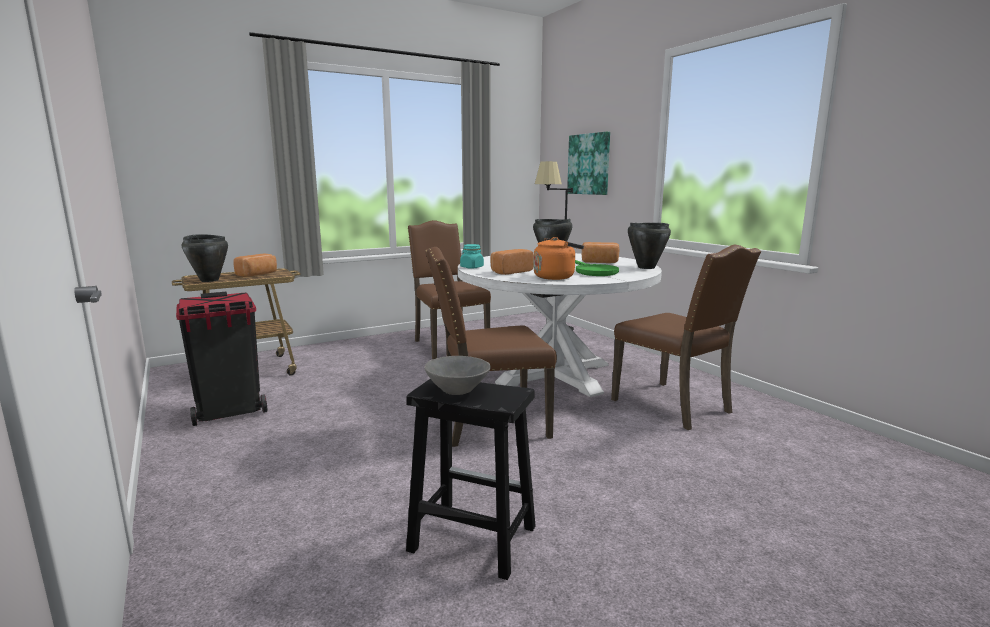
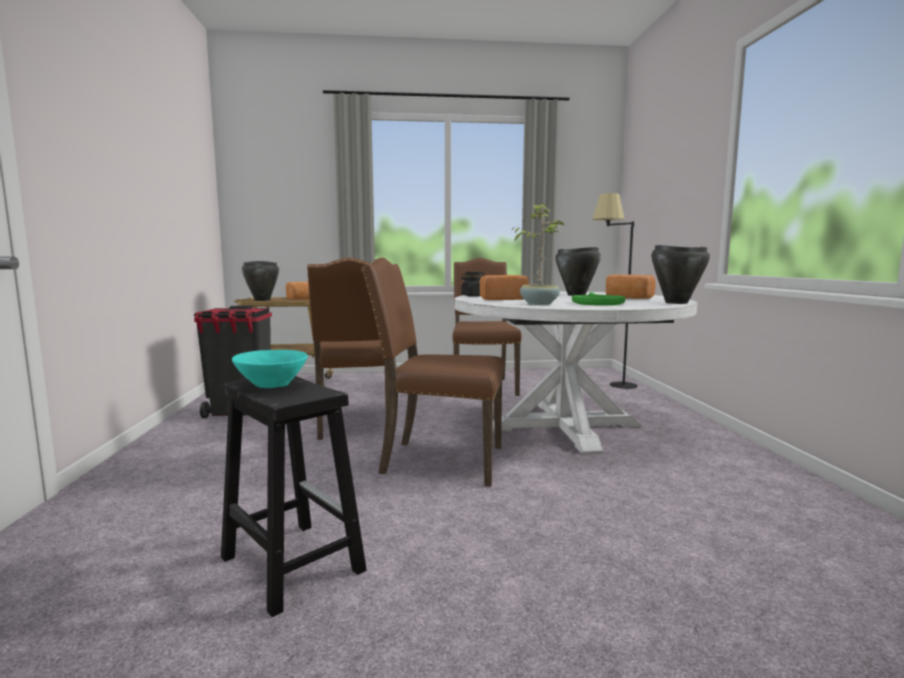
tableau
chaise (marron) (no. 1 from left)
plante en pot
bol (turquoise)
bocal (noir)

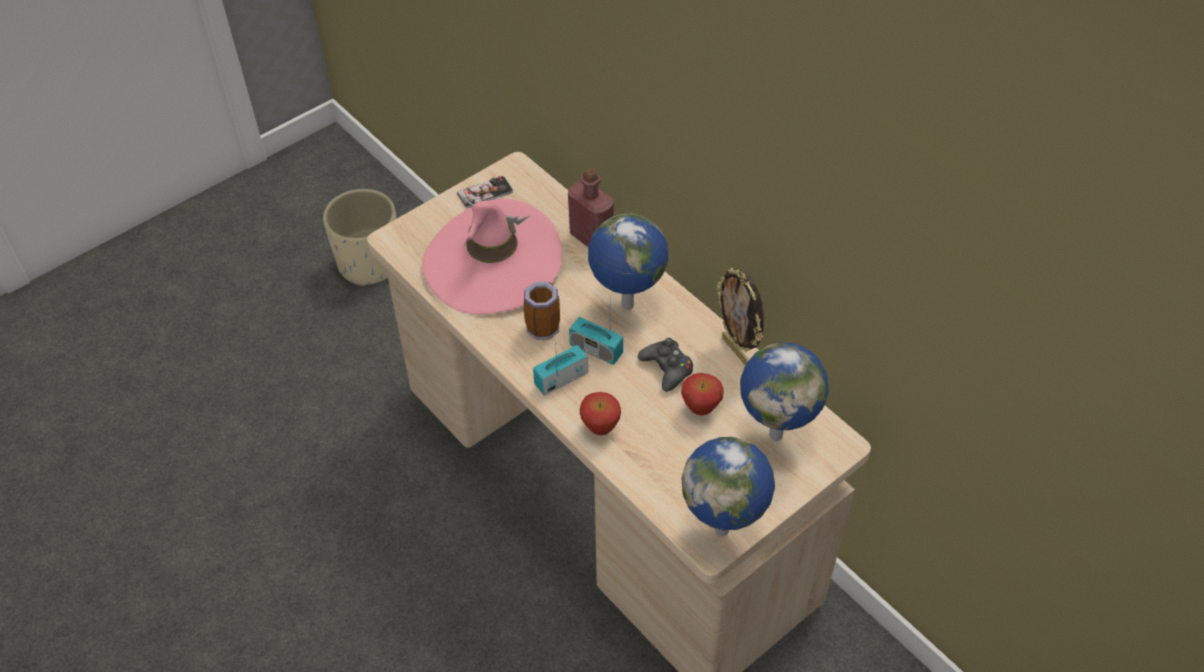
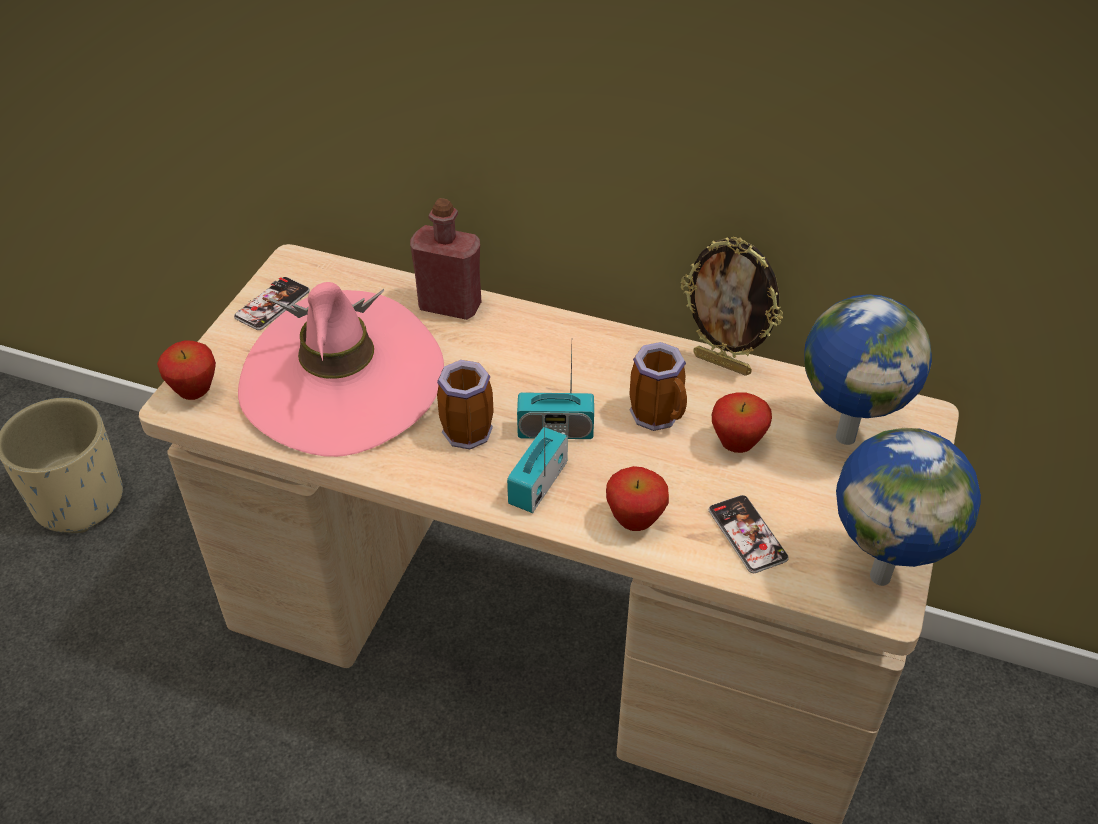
globe (no. 1 from left in the first image)
pomme (no. 1 from left)
téléphone (no. 2 from left)
mug (no. 2 from left)

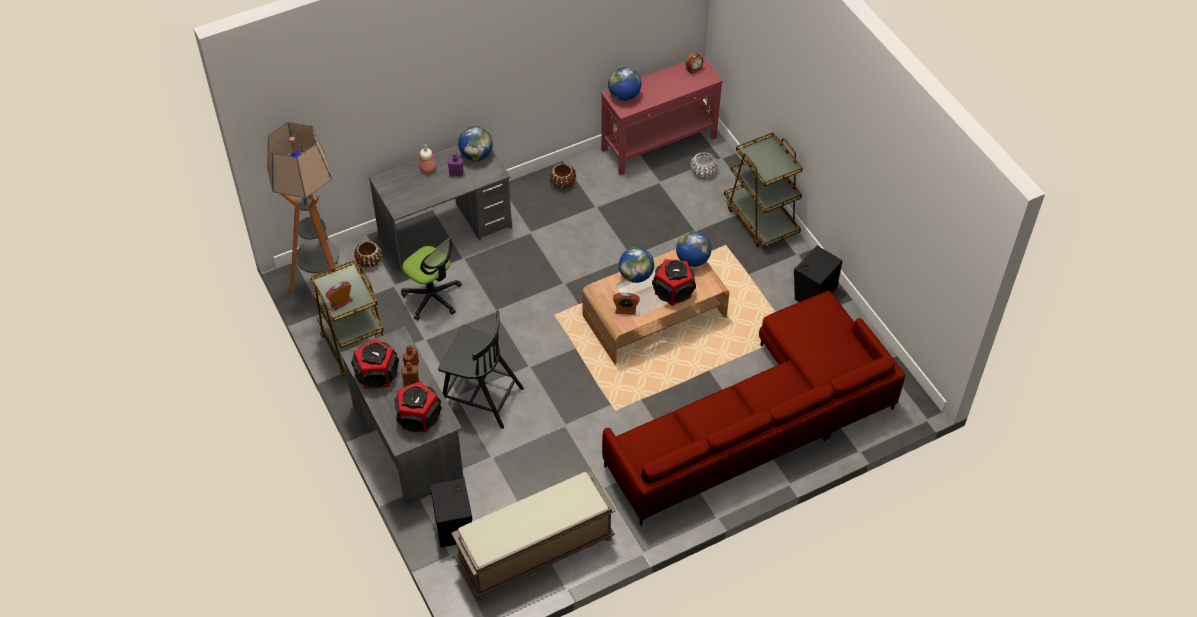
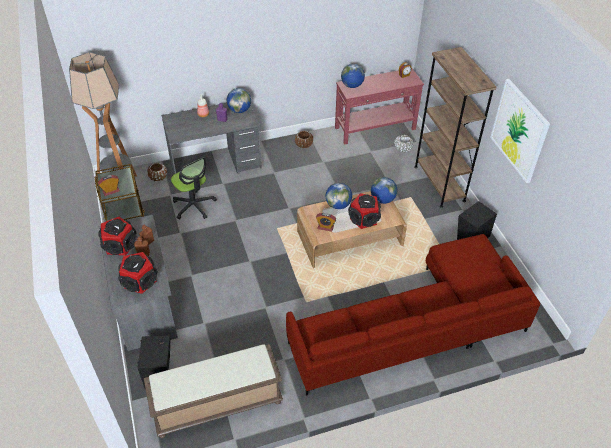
chaise (noir)
tableau
bibliothèque (marron)

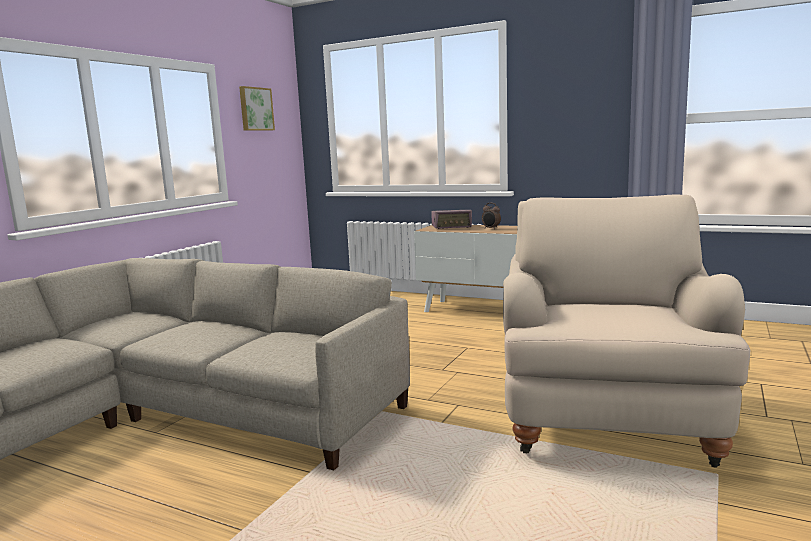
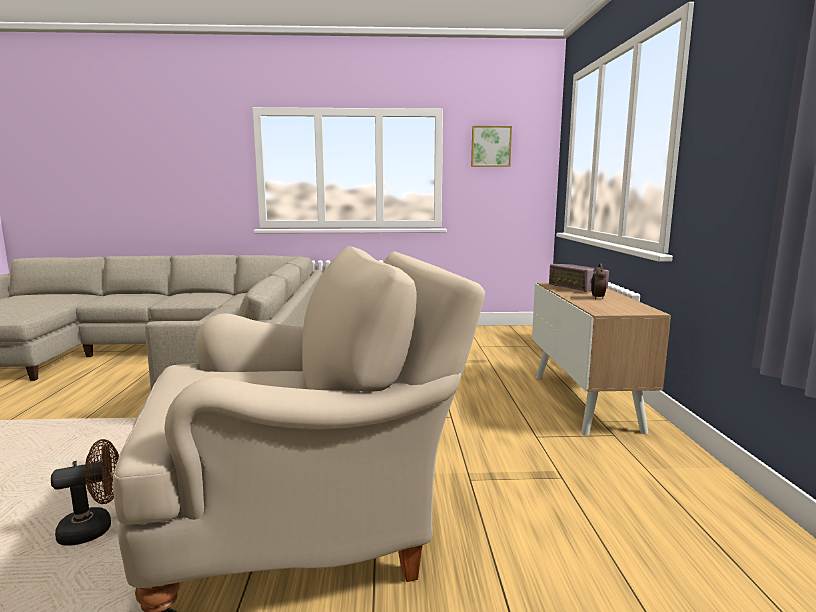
ventilateur (marron)

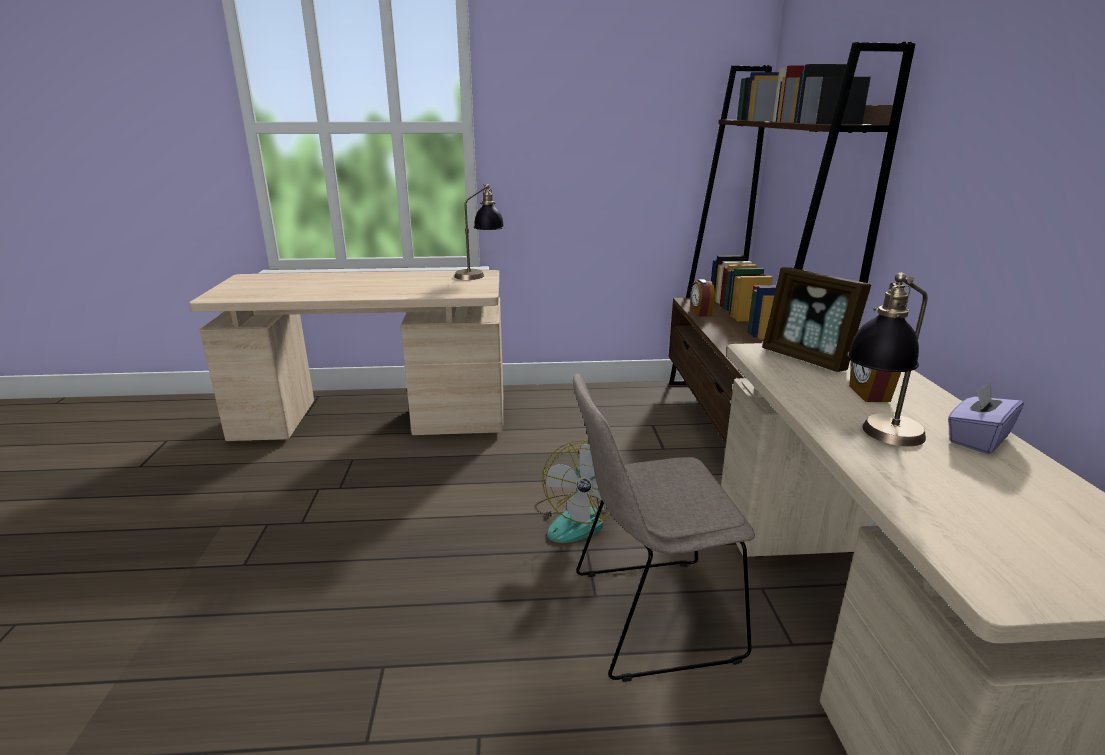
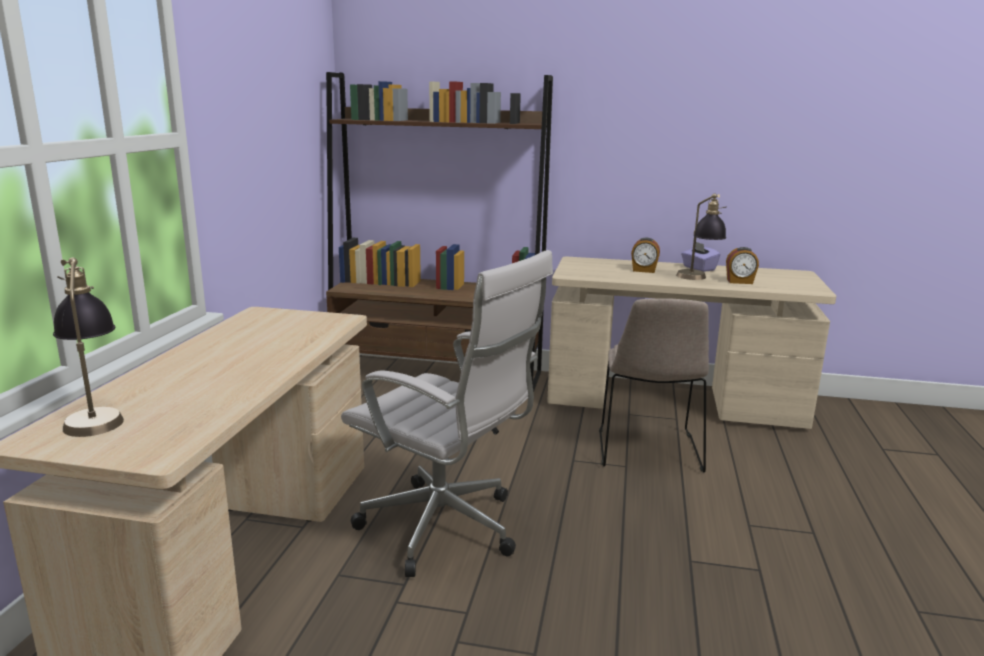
ventilateur
cadre photo
chaise de bureau (blanc)
lampe de table (no. 1 from left)
réveil (no. 2 from left)

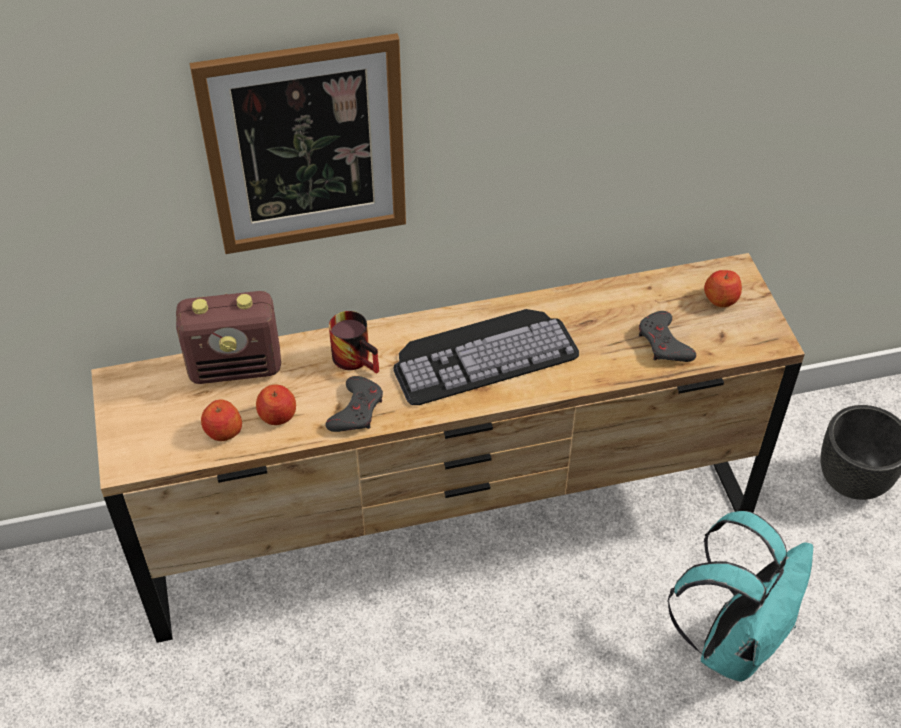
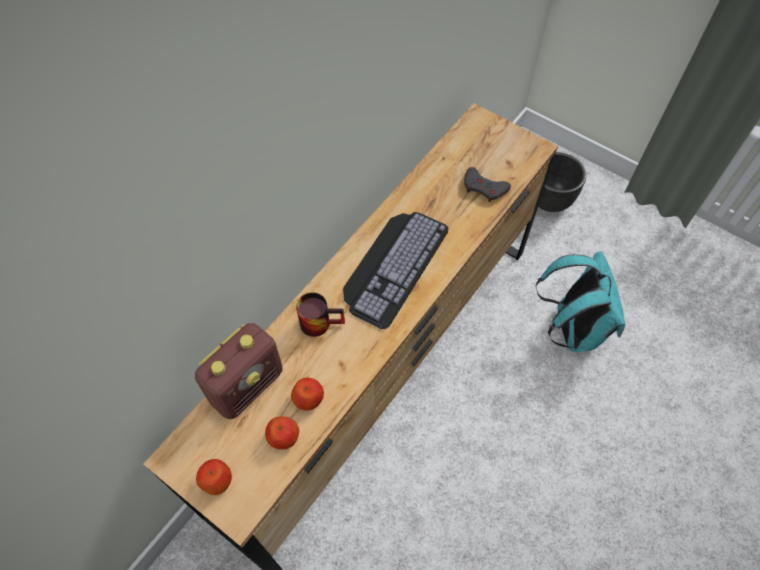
tableau
manette (gris) (no. 1 from left in the first image)
pomme (no. 1 from left)

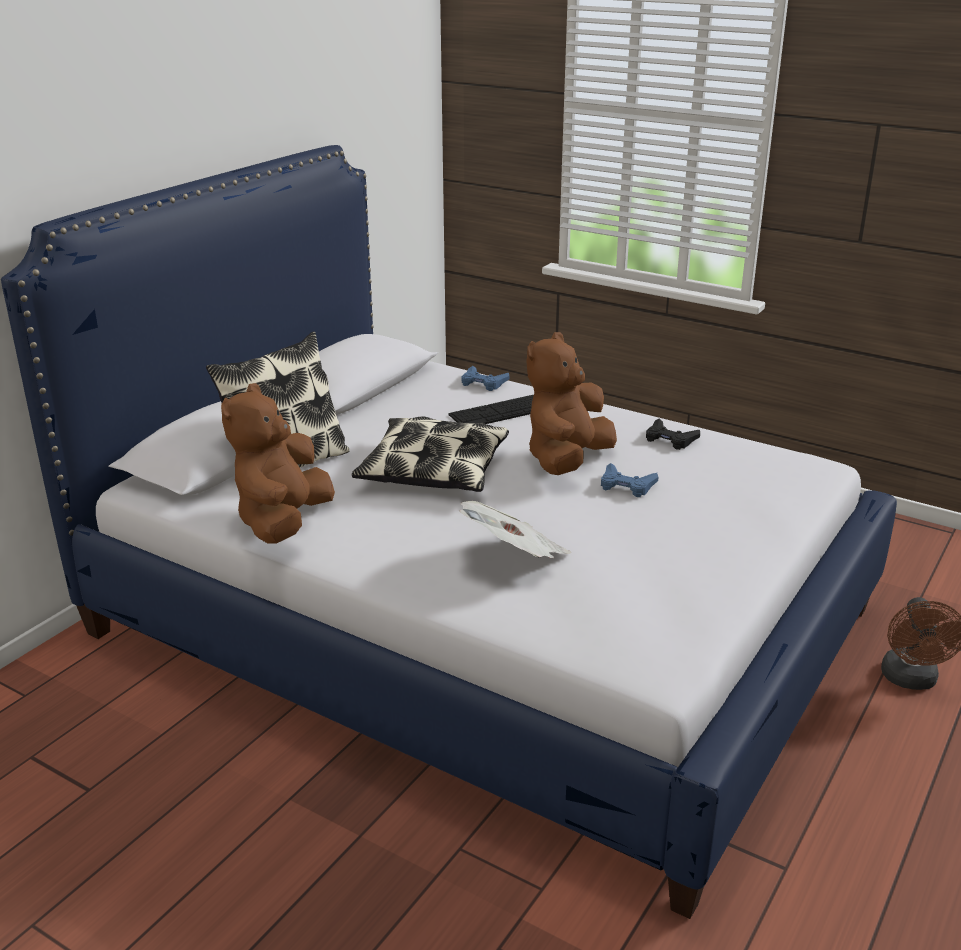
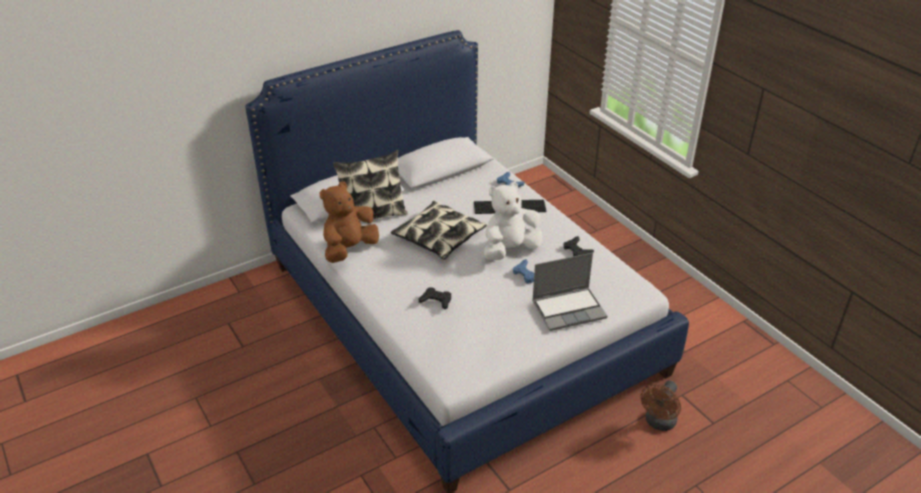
ordinateur portable
manette (noir) (no. 1 from left)
peluche (blanc)

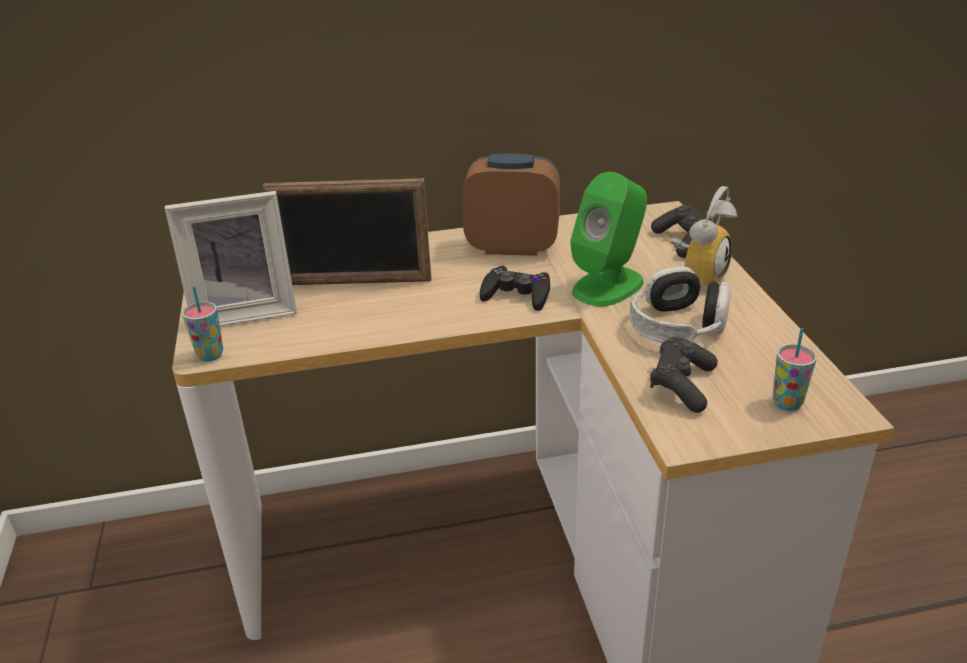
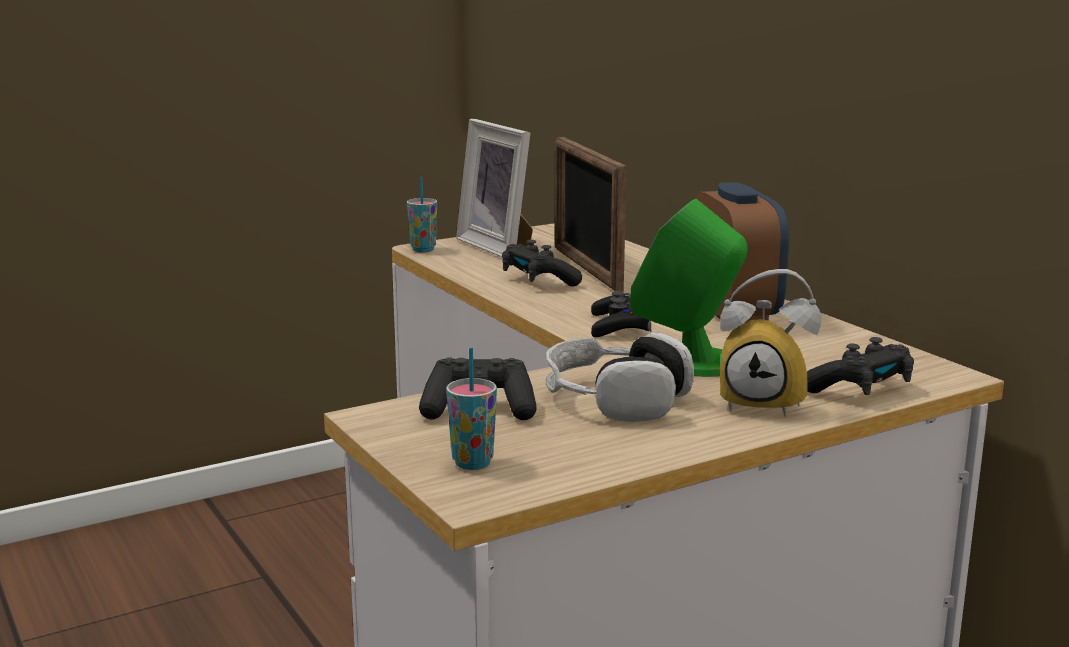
manette (noir) (no. 2 from left)

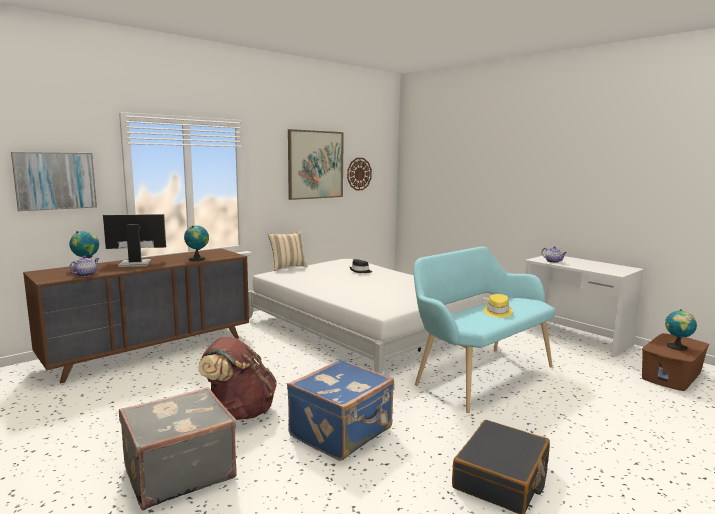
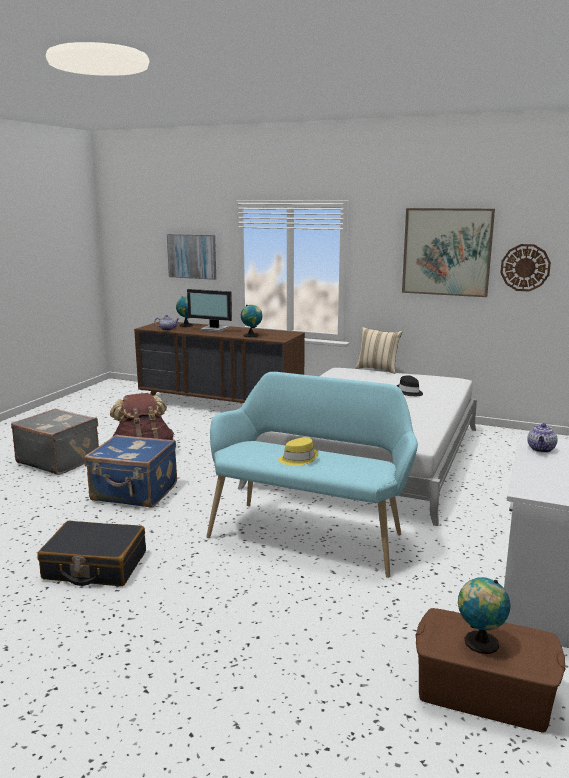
écran d'ordinateur

